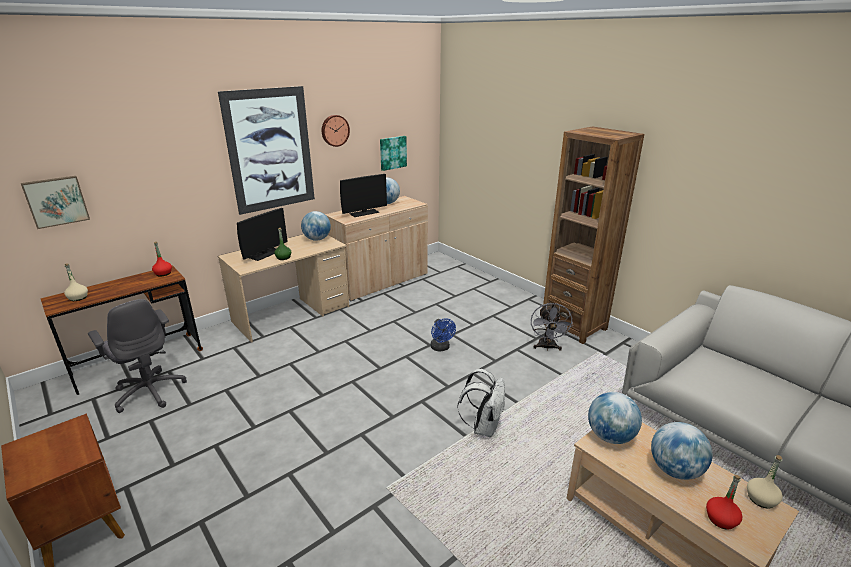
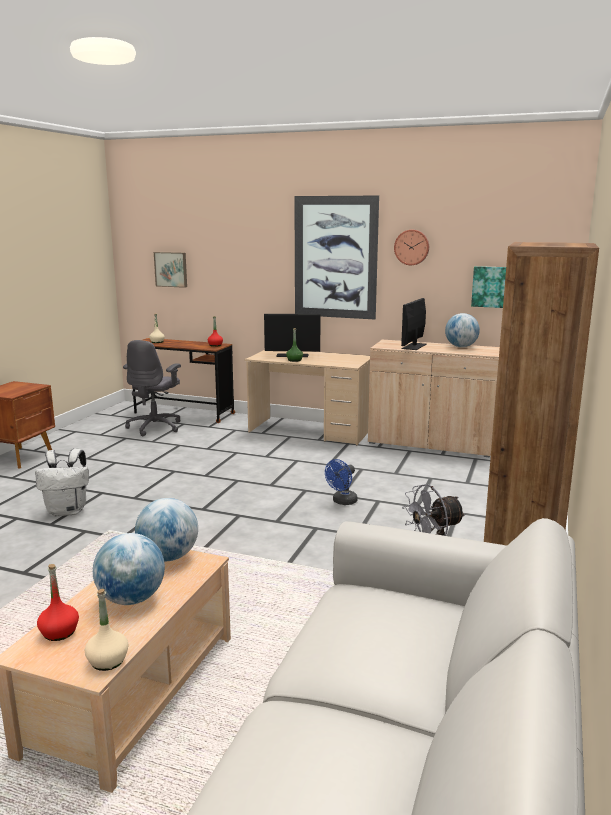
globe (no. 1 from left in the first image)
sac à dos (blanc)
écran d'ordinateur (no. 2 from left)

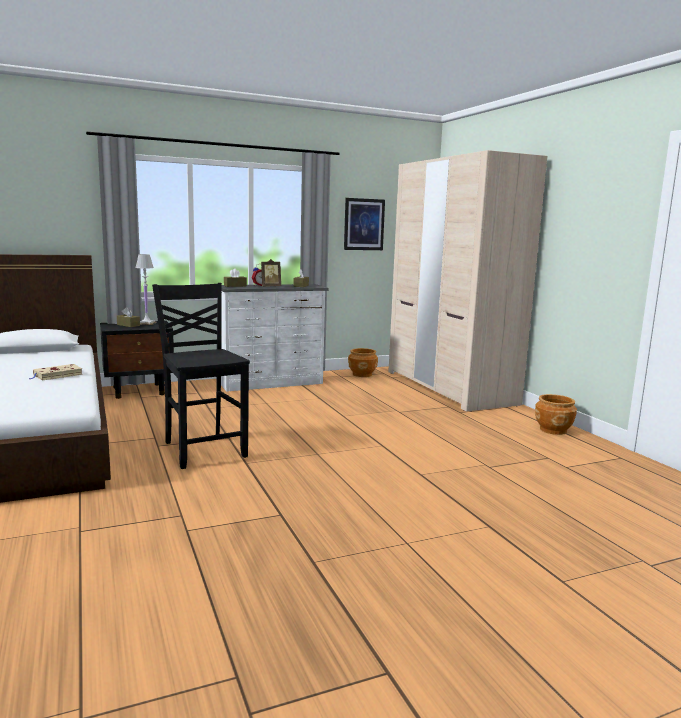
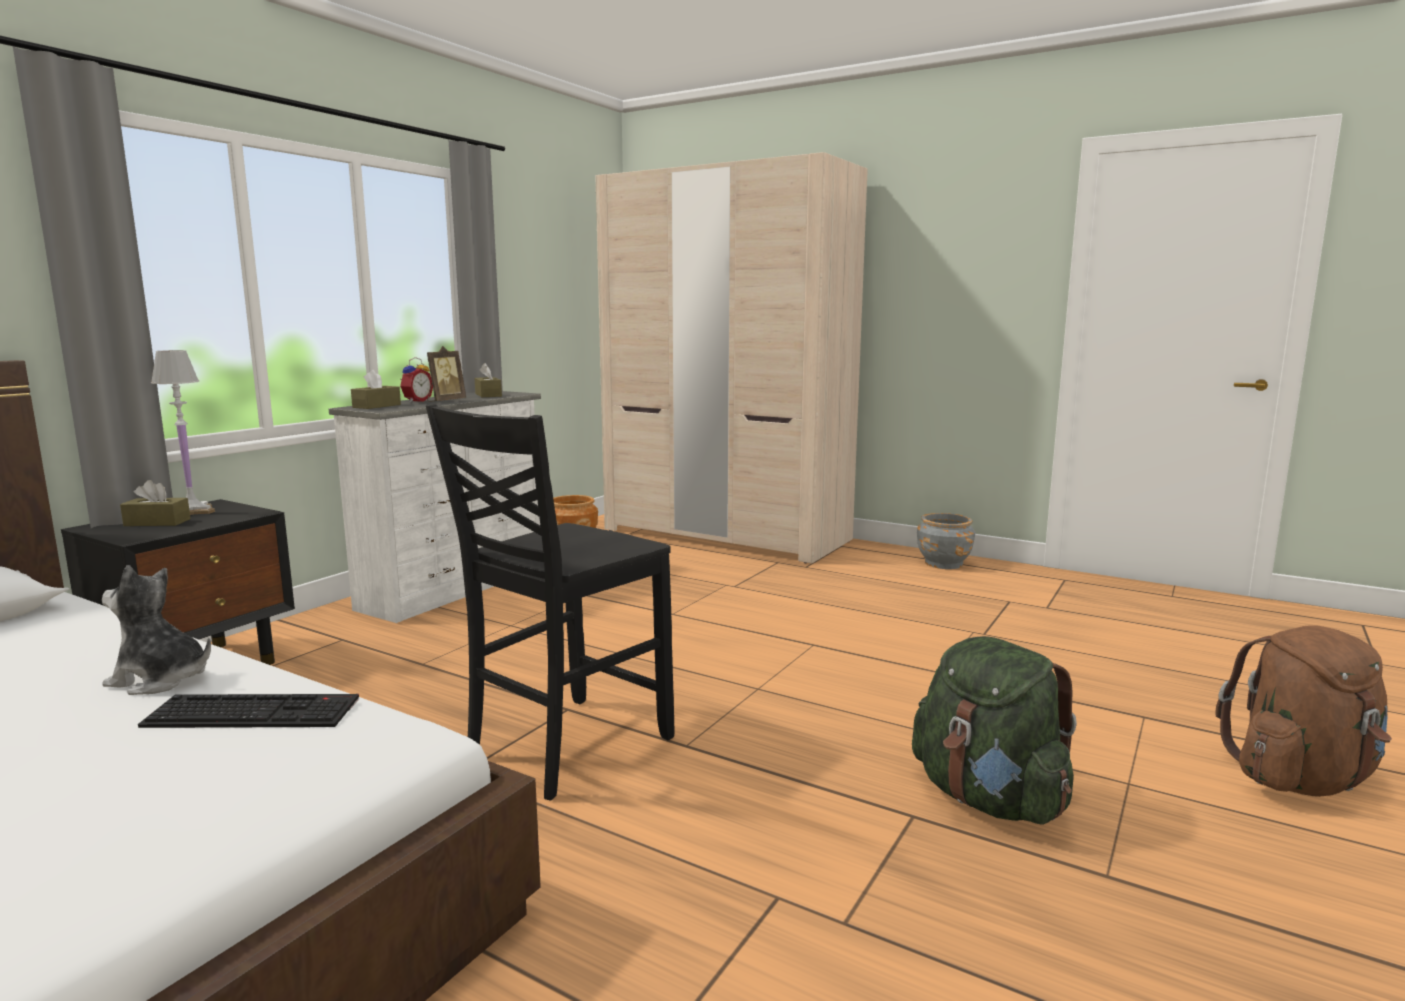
tableau
clavier
sac à dos (vert)
sac à dos (marron)
peluche
cache-pot (gris)
chaise (noir)

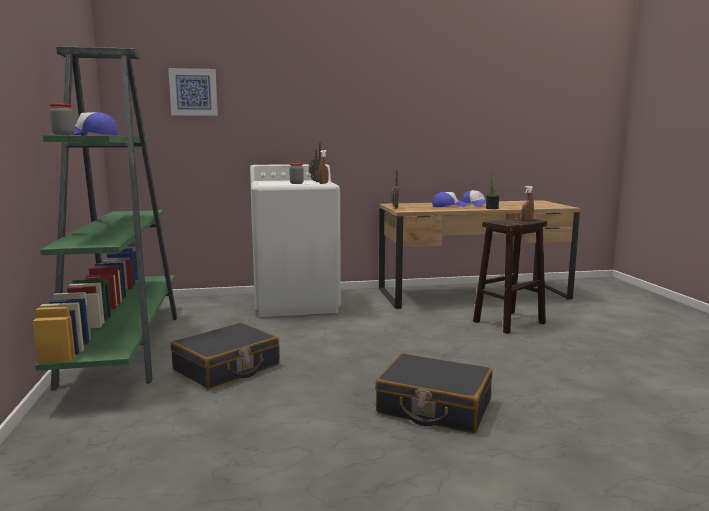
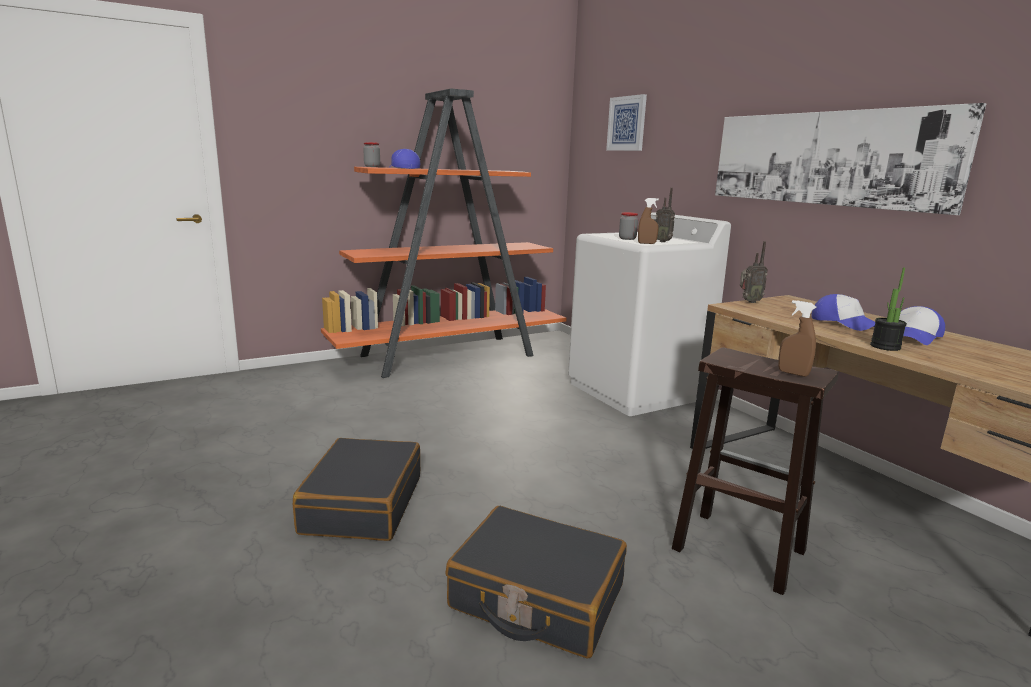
tableau (no. 2 from left)
valise (noir) (no. 2 from left)
bibliothèque (orange)

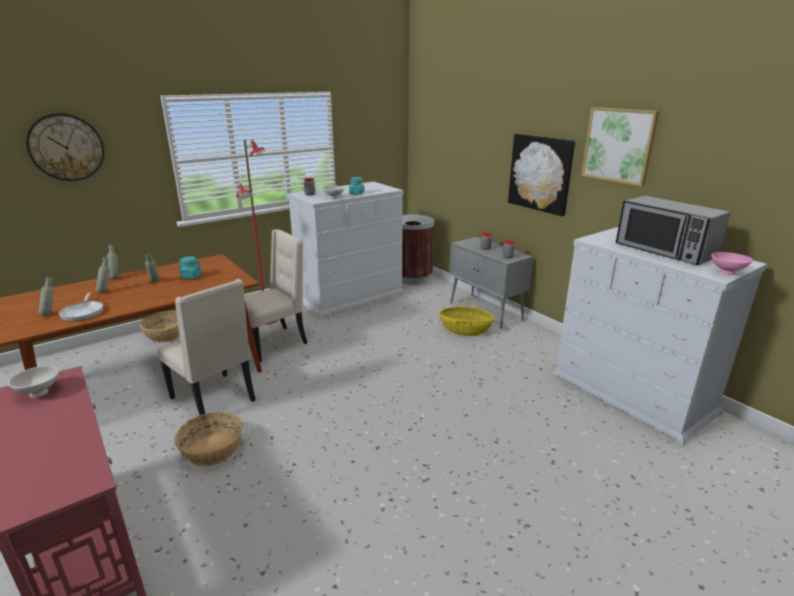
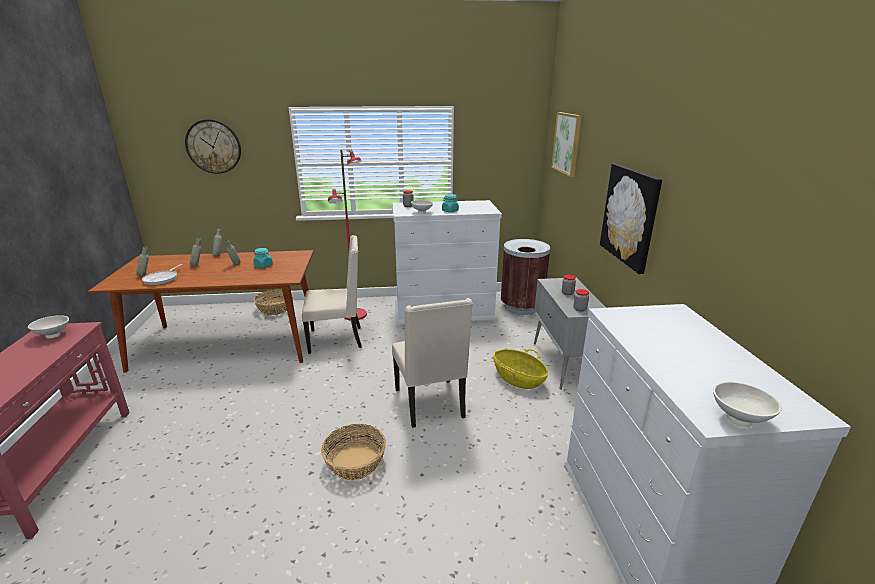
micro-ondes
chaise (beige) (no. 2 from left)
panier (no. 2 from left)
tableau (no. 1 from left)
bol (blanc) (no. 3 from left)

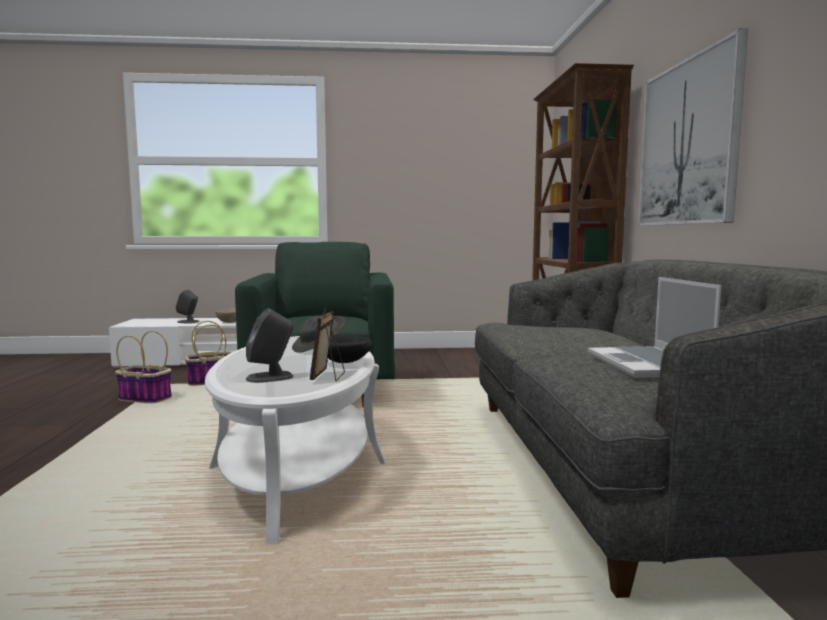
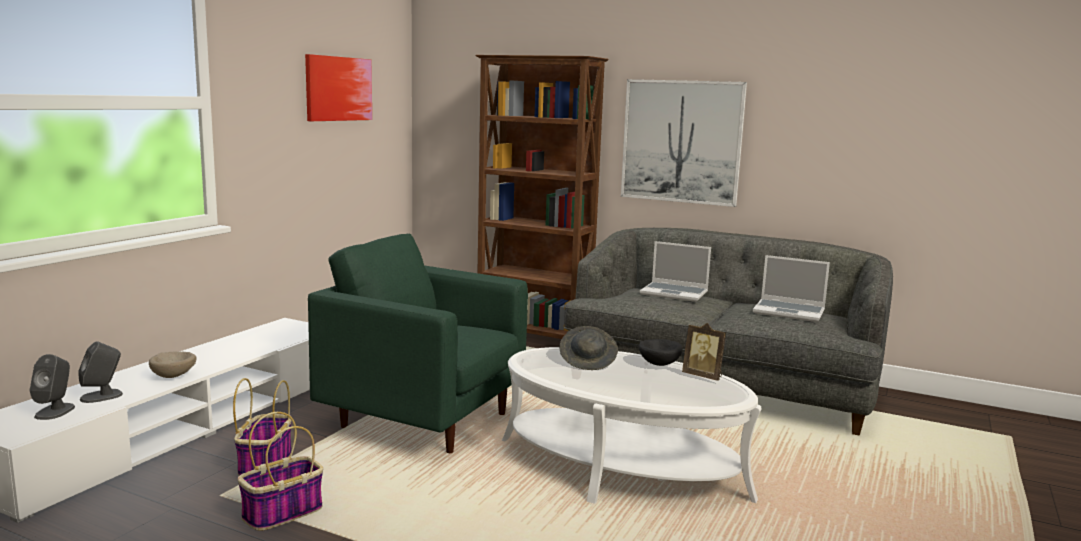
tableau (no. 1 from left)
ordinateur portable (no. 1 from left)
enceinte (gris) (no. 1 from left)

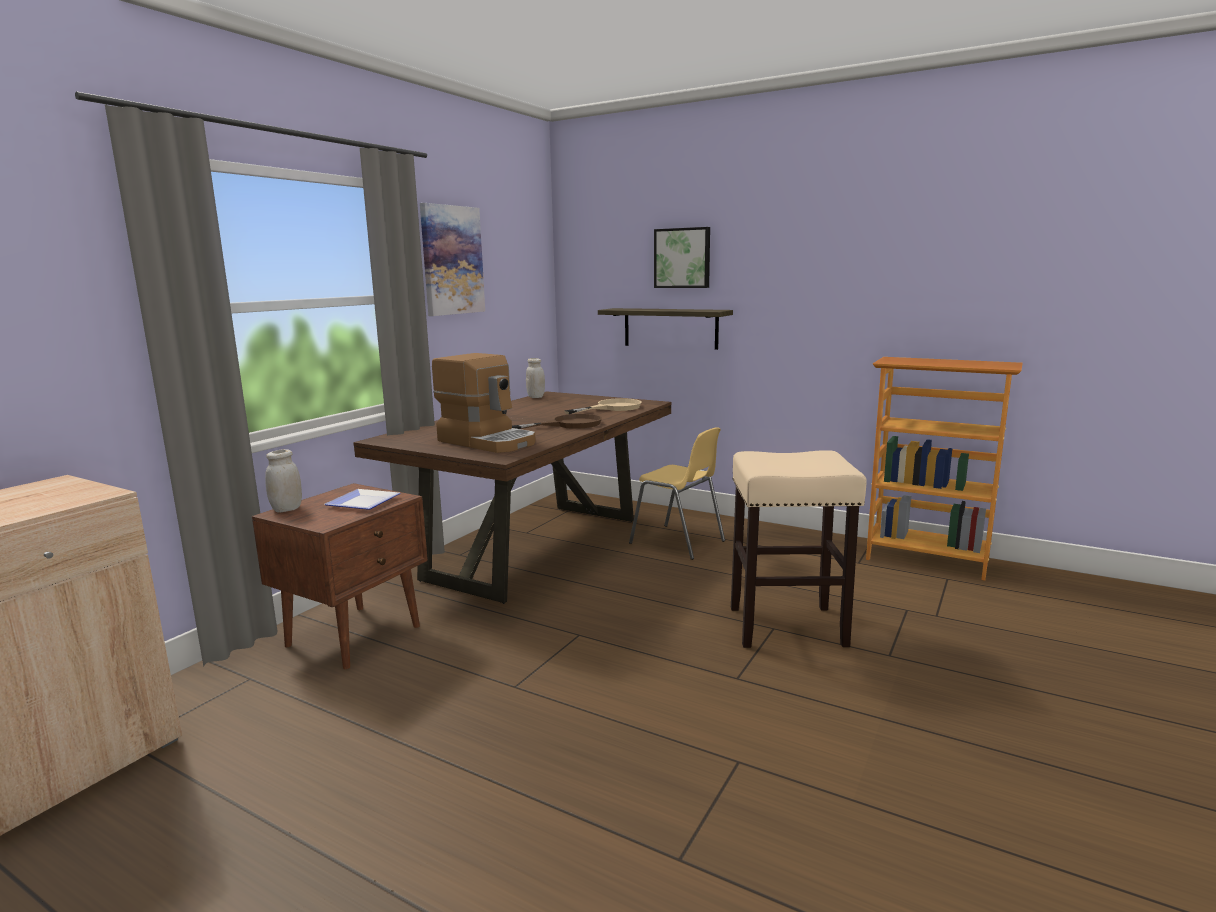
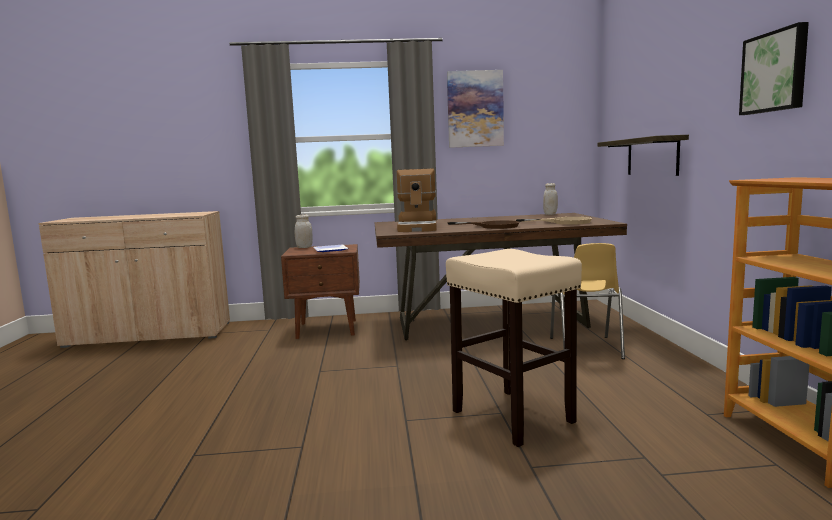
tableau (no. 2 from left)

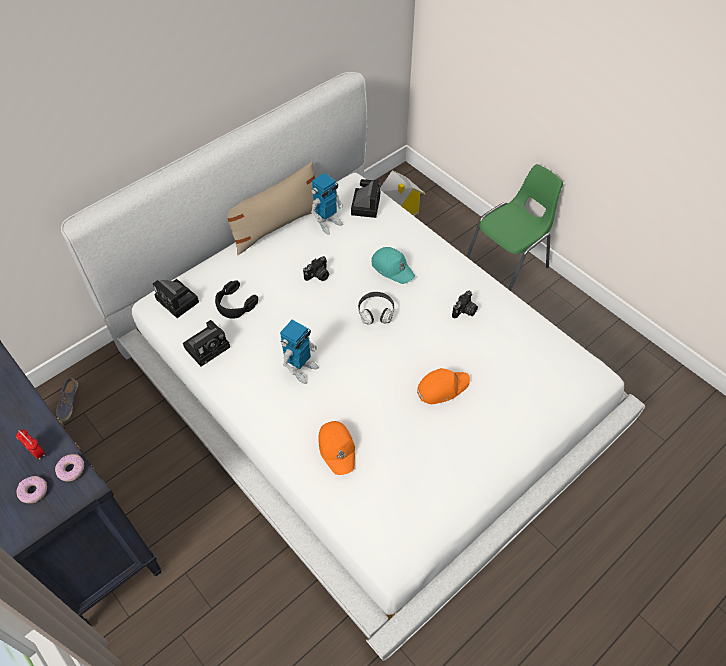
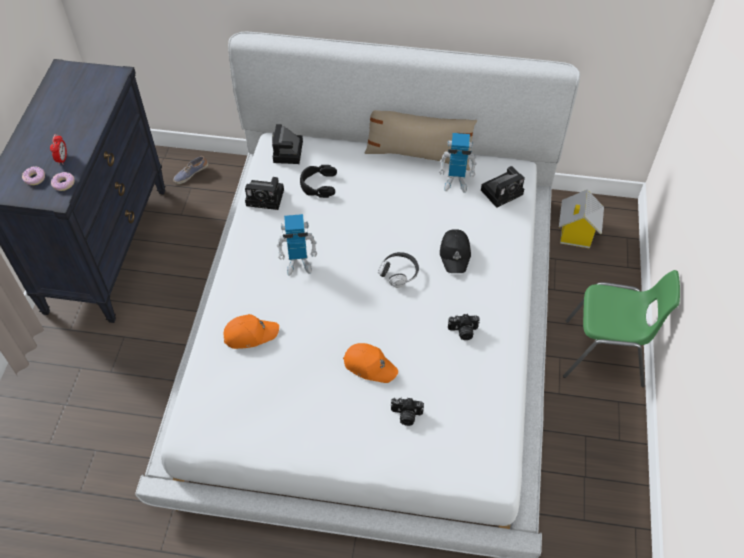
appareil photo (no. 3 from left)
casquette (noir)
casquette (orange) (no. 1 from left)

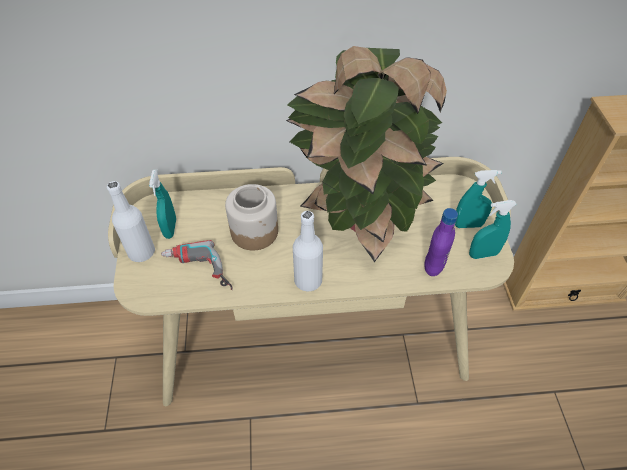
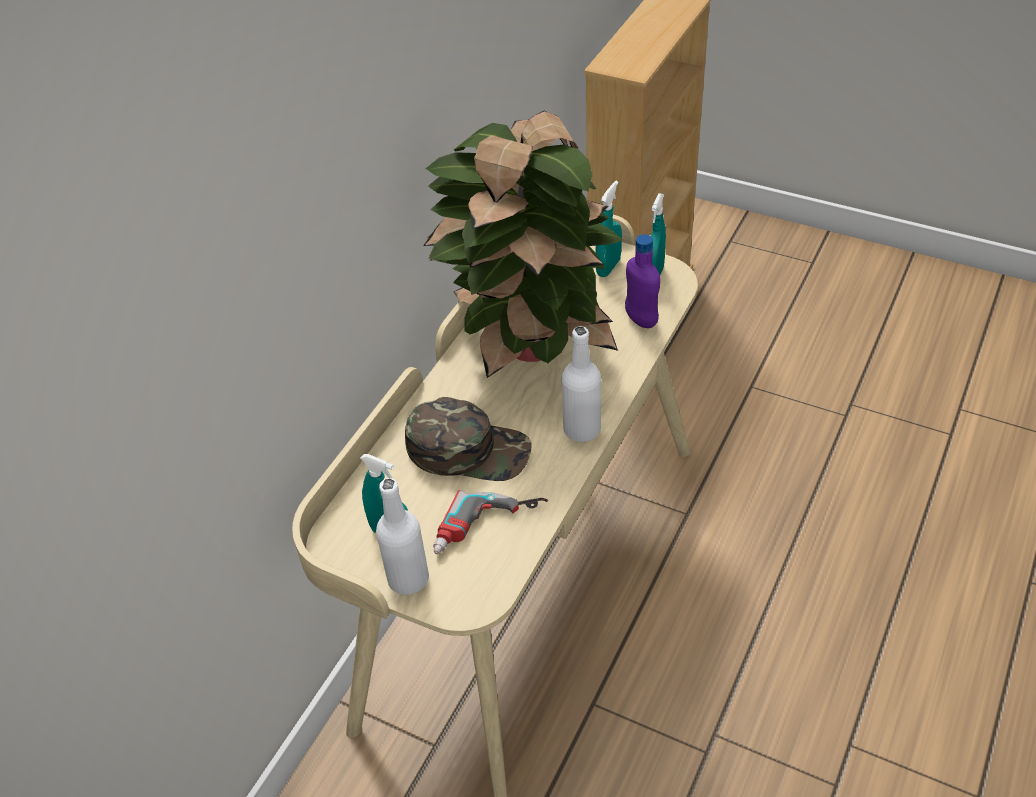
casquette (vert)

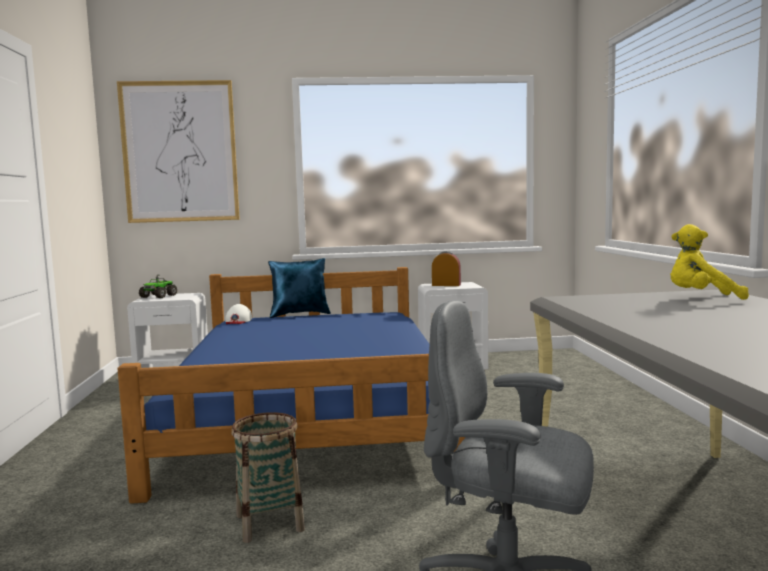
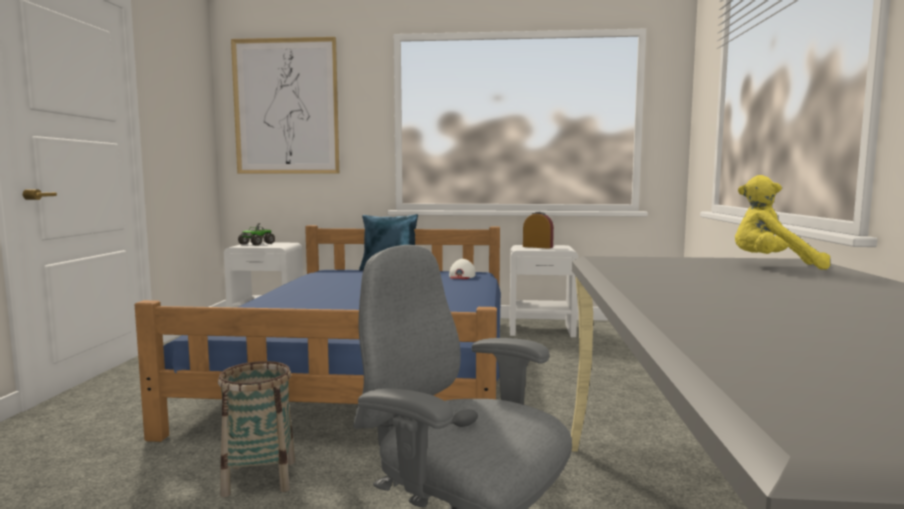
casquette (blanc)

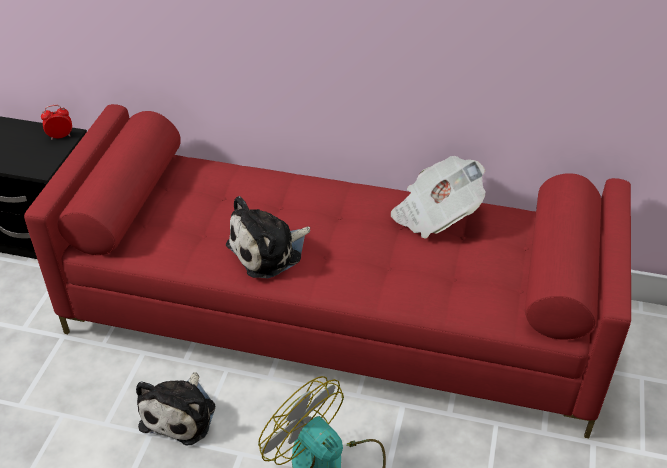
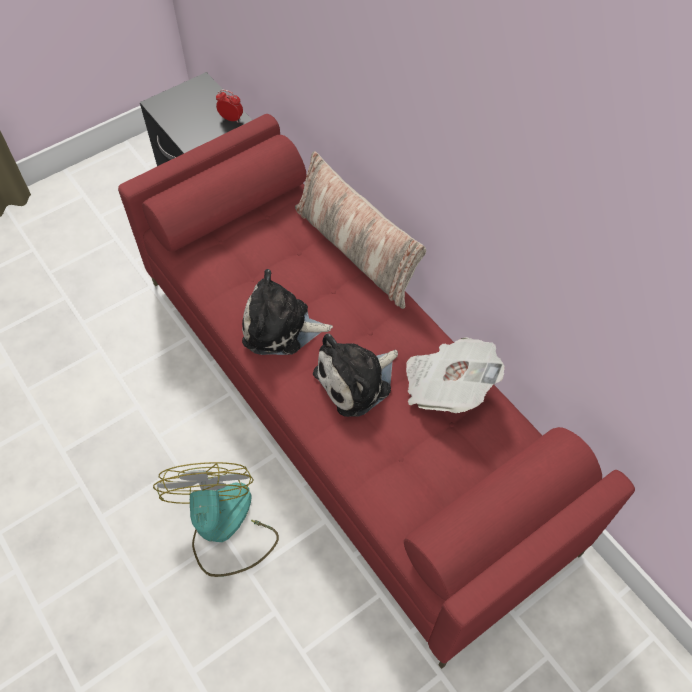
coussin
peluche (no. 2 from left)

